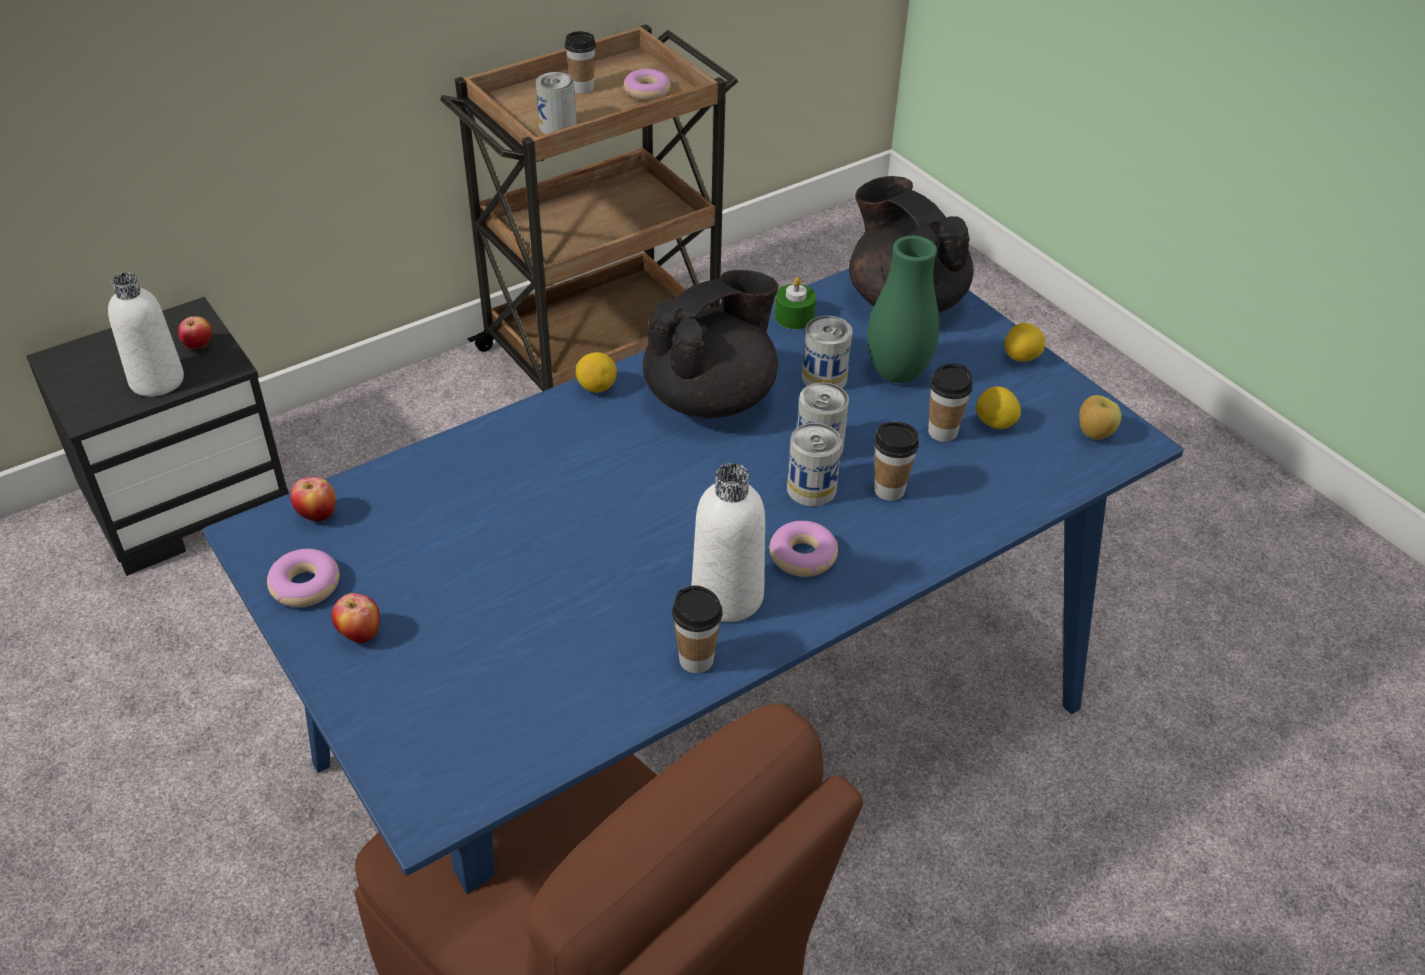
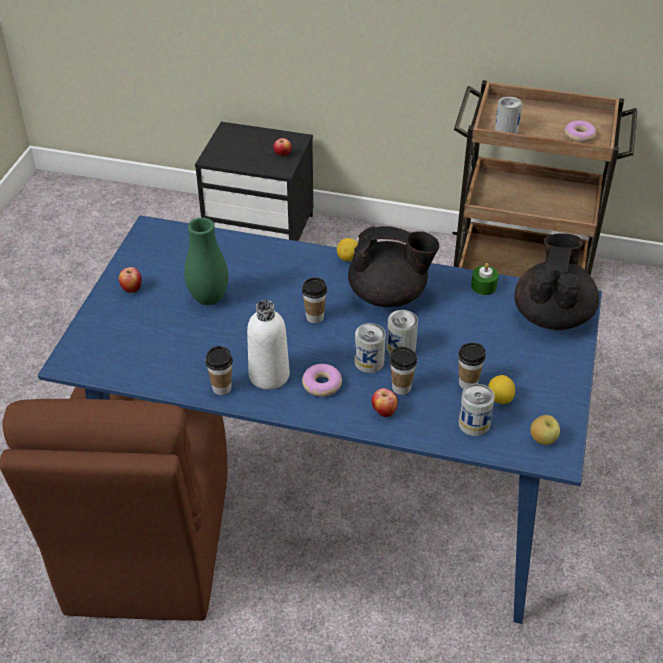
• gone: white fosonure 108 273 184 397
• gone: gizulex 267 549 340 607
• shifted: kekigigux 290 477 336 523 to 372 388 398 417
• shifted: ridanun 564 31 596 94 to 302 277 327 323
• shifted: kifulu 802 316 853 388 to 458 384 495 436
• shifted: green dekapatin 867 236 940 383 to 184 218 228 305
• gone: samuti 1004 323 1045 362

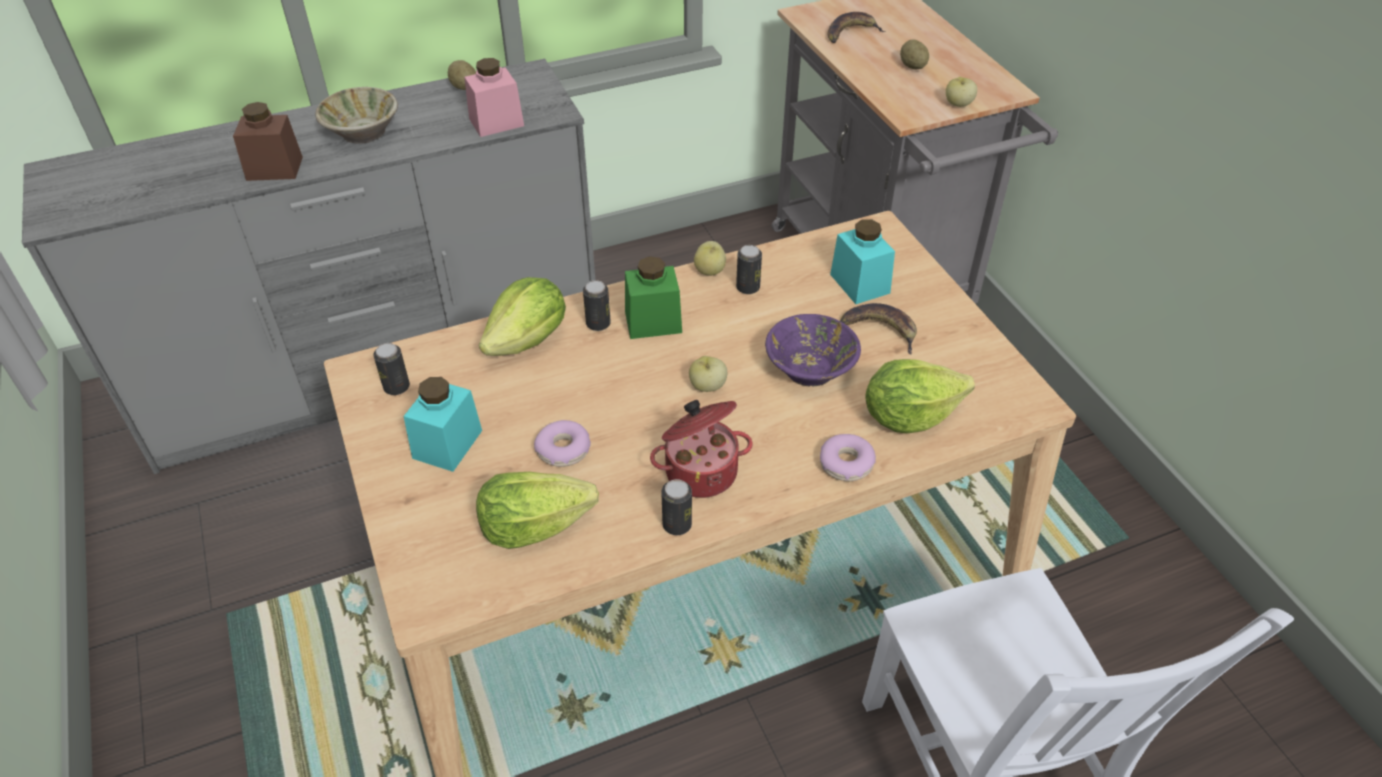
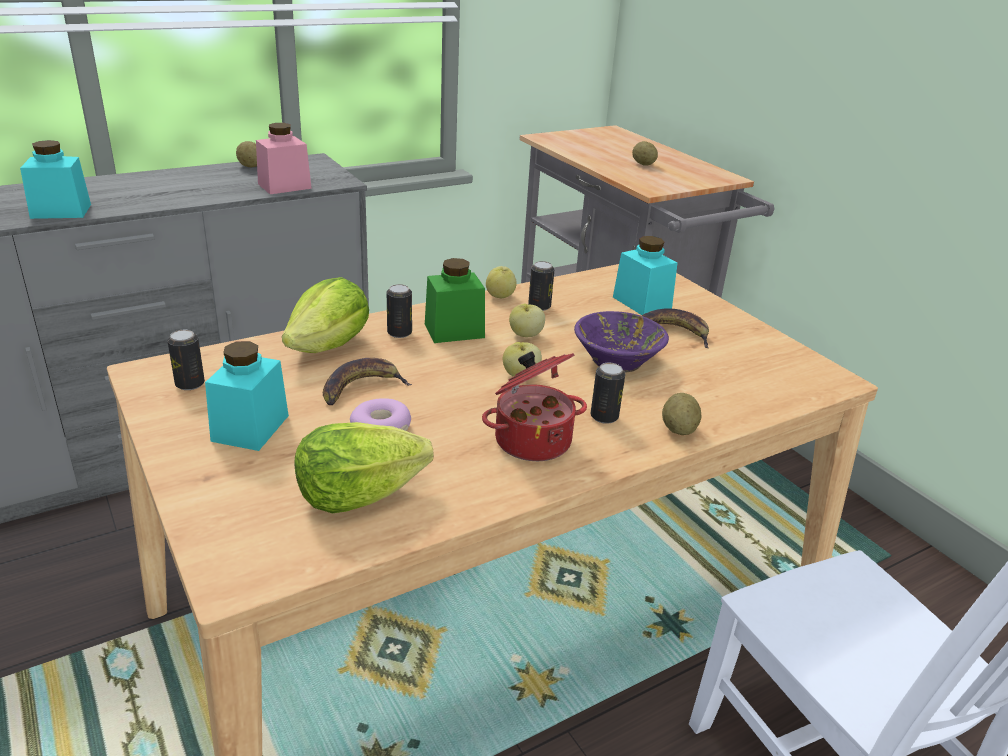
• repainted: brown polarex 233 102 303 181 to turquoise polarex 20 140 91 219
• gone: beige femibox 315 87 398 144
• shifted: kifulu 661 479 692 535 to 591 363 625 424
• swapped: gizulex 820 434 876 481 to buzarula 662 393 702 435
• shifted: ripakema 828 12 886 43 to 323 358 412 405
• gone: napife 865 359 975 433
• shifted: kekigigux 946 77 977 107 to 509 304 545 337

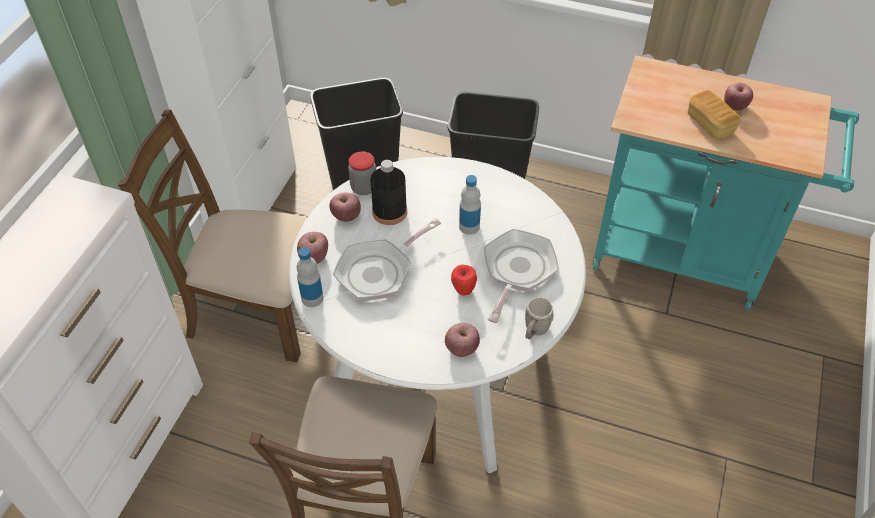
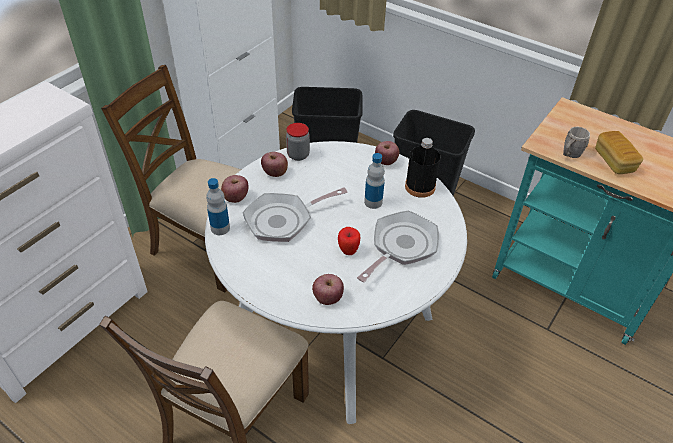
• shifted: black fosonure 370 160 407 225 to 405 138 440 198
• shifted: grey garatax 525 297 554 340 to 563 127 590 158
• shifted: kekigigux 724 83 753 111 to 375 141 399 165

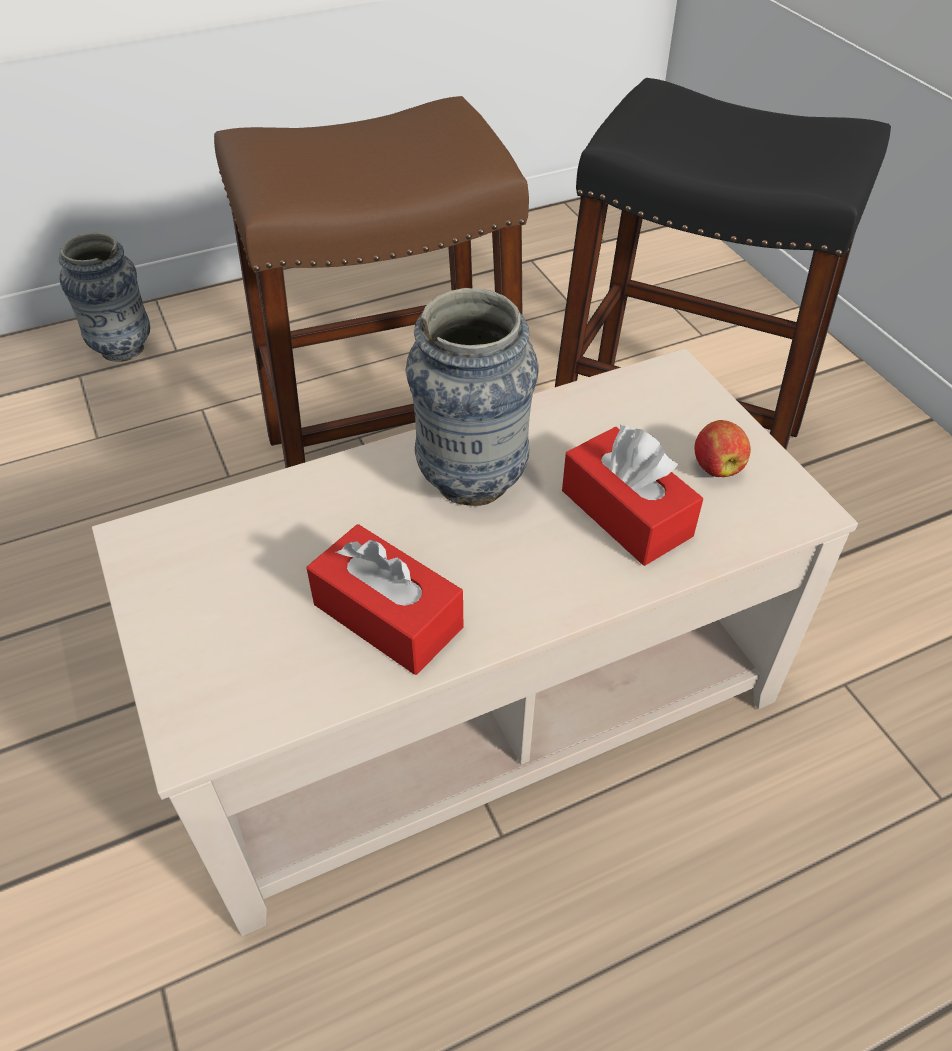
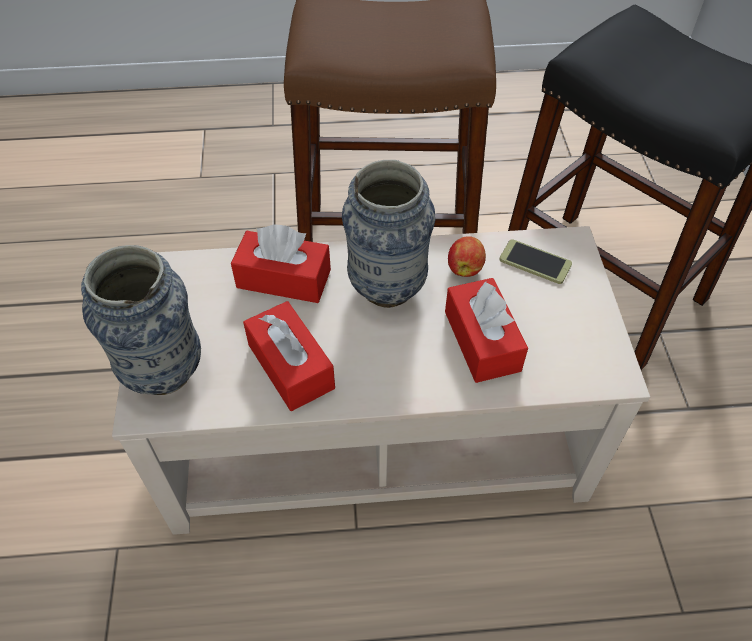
• shifted: dekapatin 59 233 150 362 to 81 245 201 395
• shifted: kekigigux 694 420 751 477 to 448 236 486 277
• new: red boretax 231 224 331 303
• new: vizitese 499 239 572 284

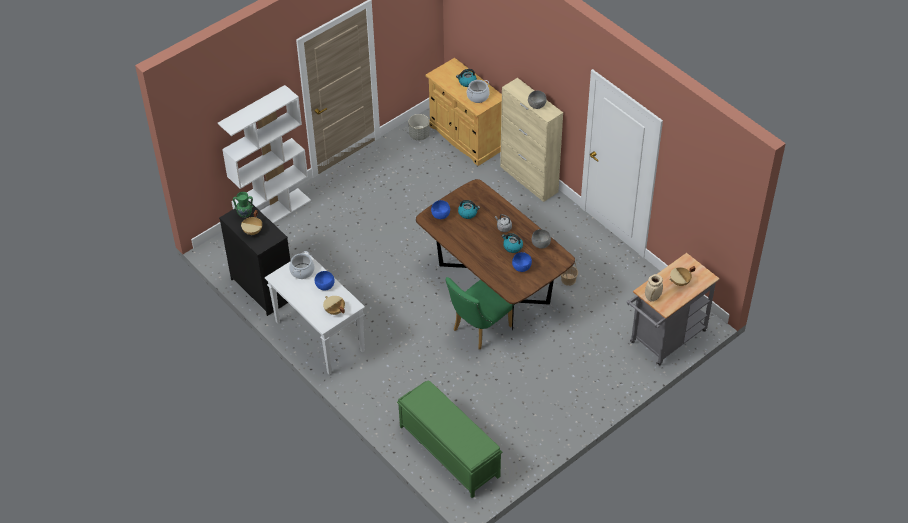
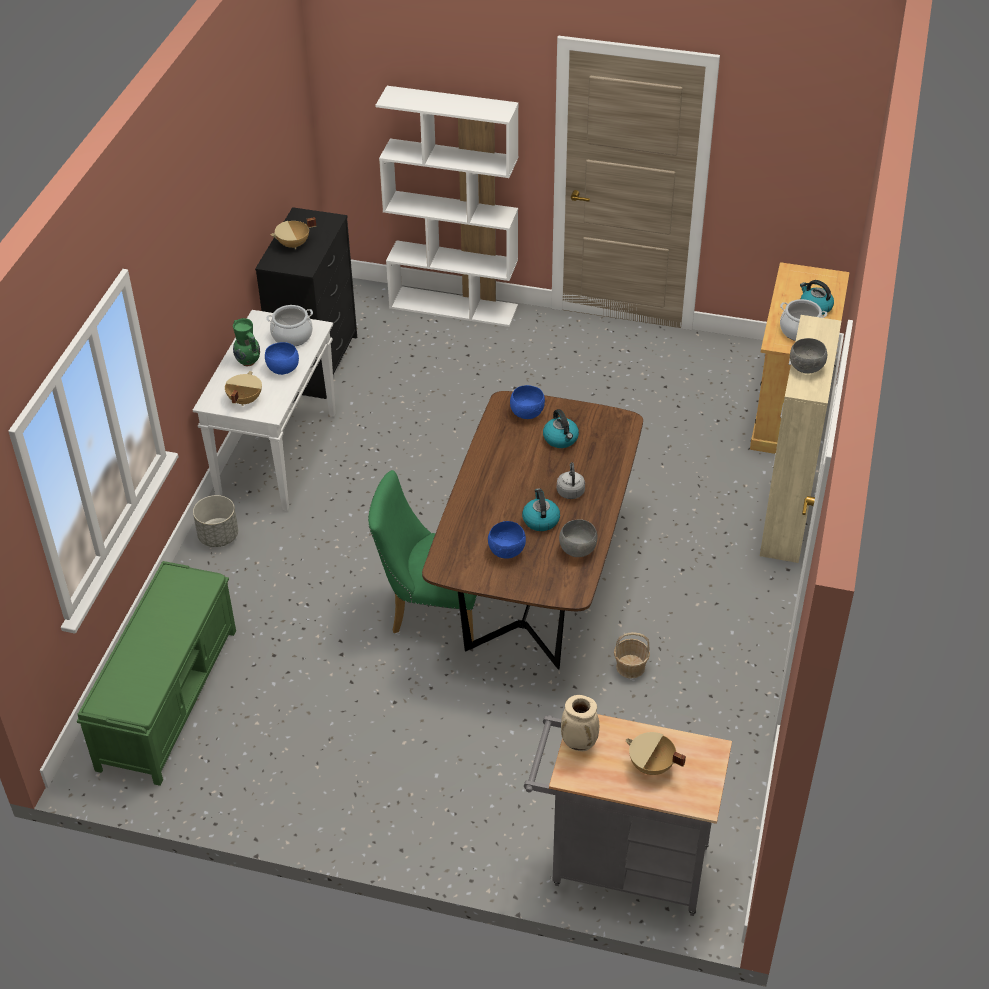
• shifted: green dekapatin 233 192 253 218 to 233 318 260 366
• shifted: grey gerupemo 408 114 430 140 to 193 495 238 547

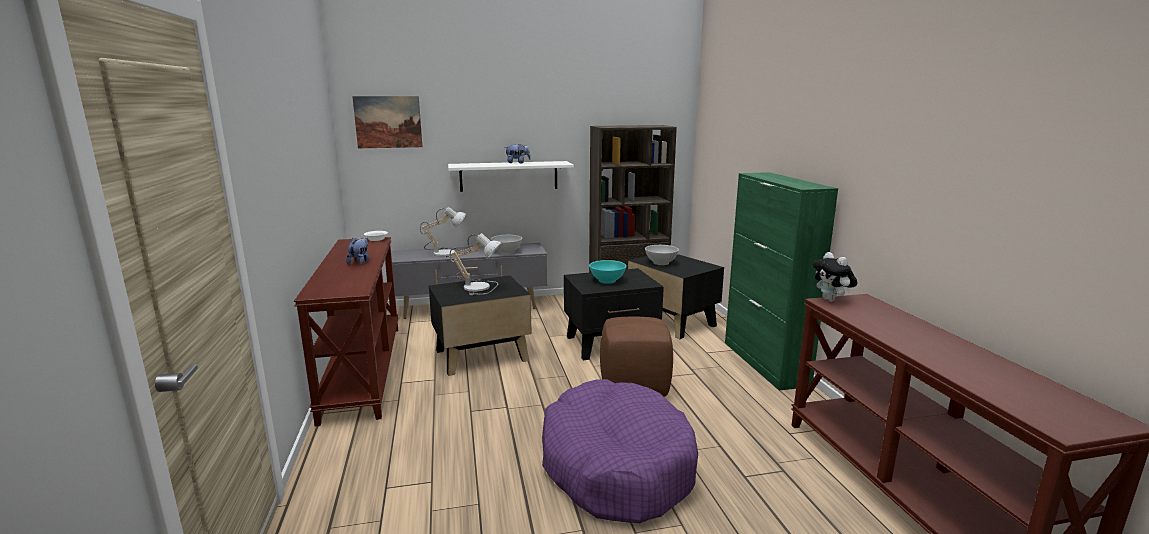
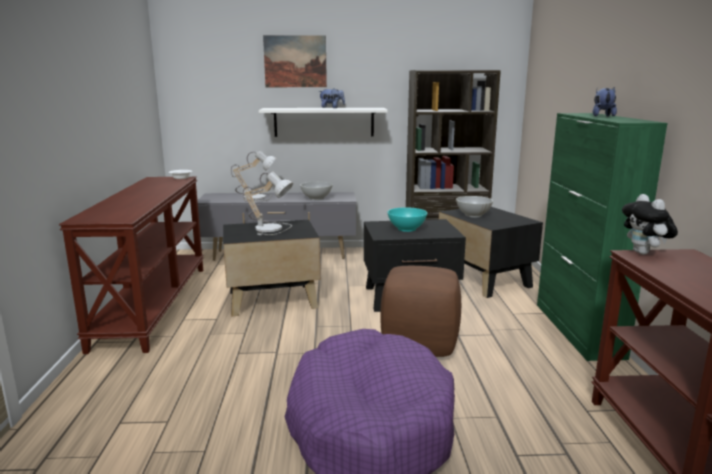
• shifted: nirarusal 346 238 369 265 to 593 87 617 116
• shifted: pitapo 352 96 423 148 to 263 35 327 87

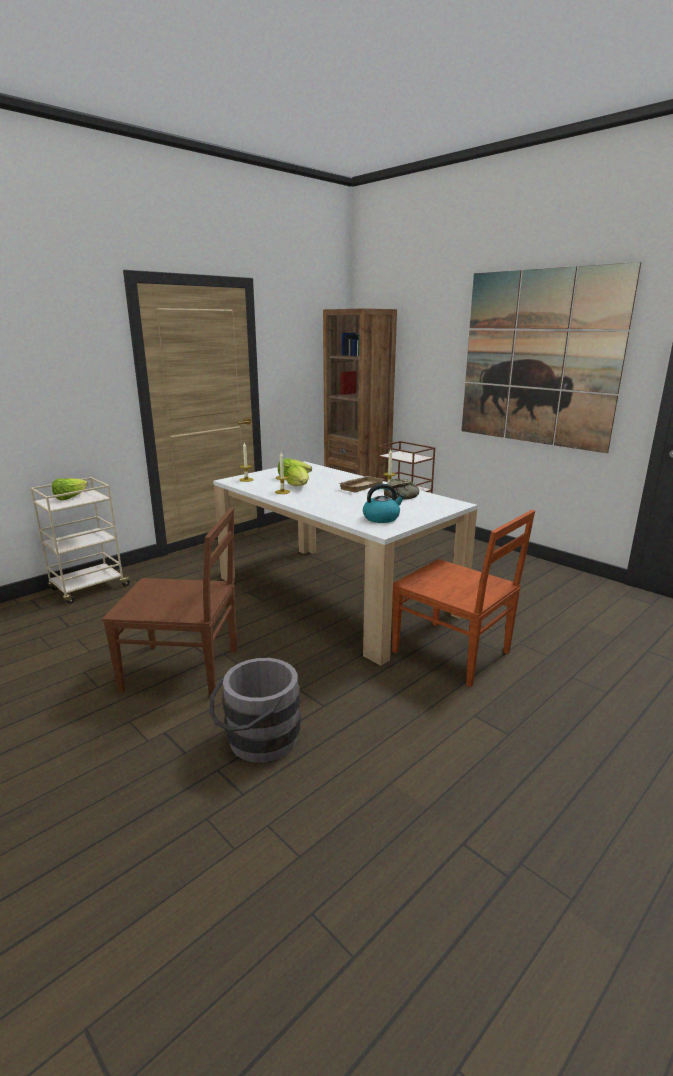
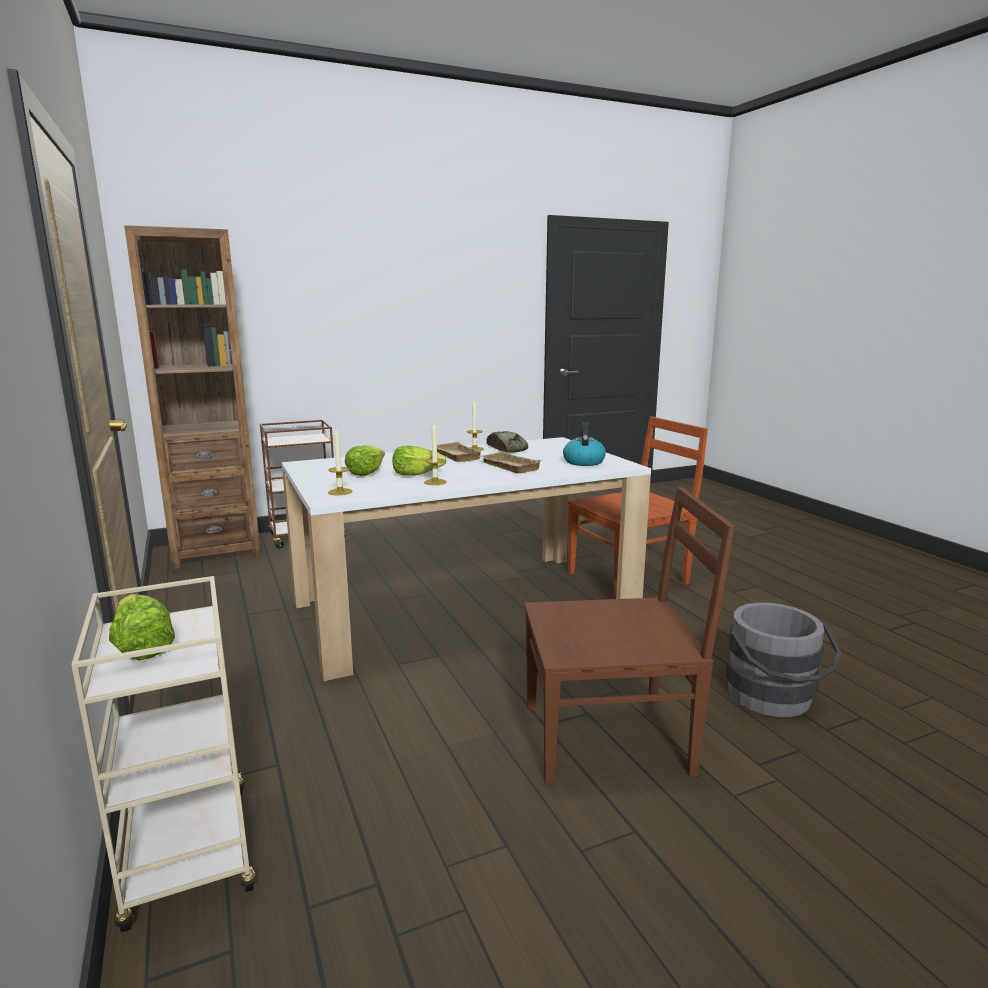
• rotated: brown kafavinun 102 507 237 697 = 524 487 735 785 60 degrees clockwise
• gone: pitapo 461 262 641 453
• new: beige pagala 478 451 542 473

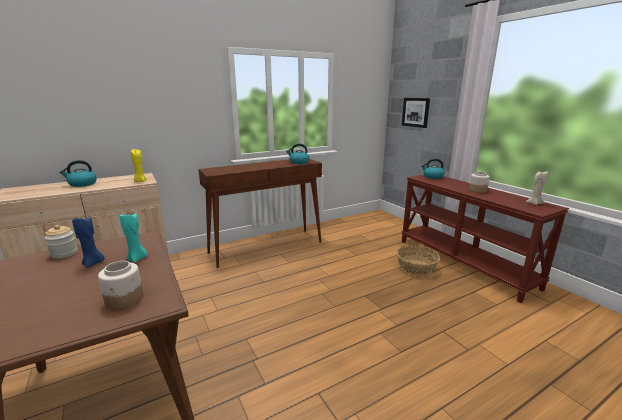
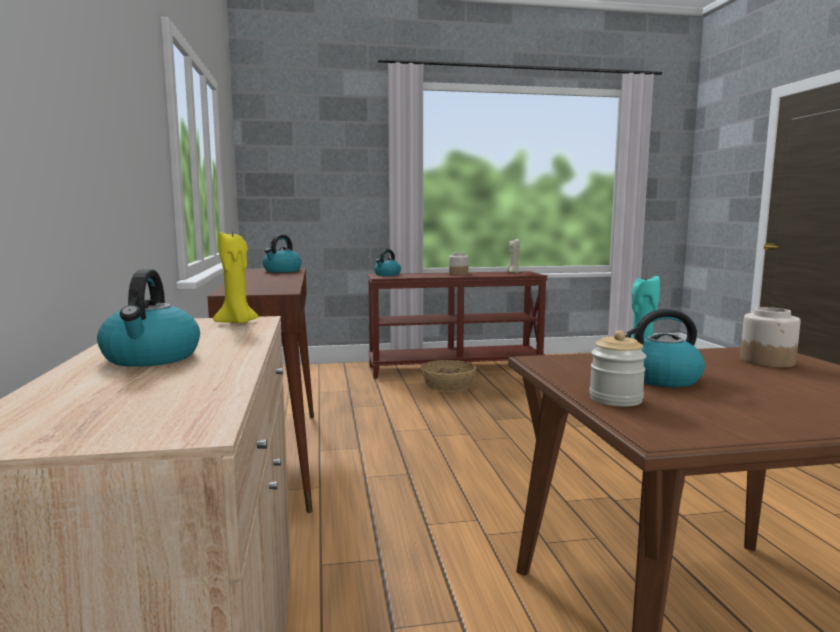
• swapped: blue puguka 72 217 105 268 to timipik 624 309 705 387
• gone: pitapo 402 98 430 128

